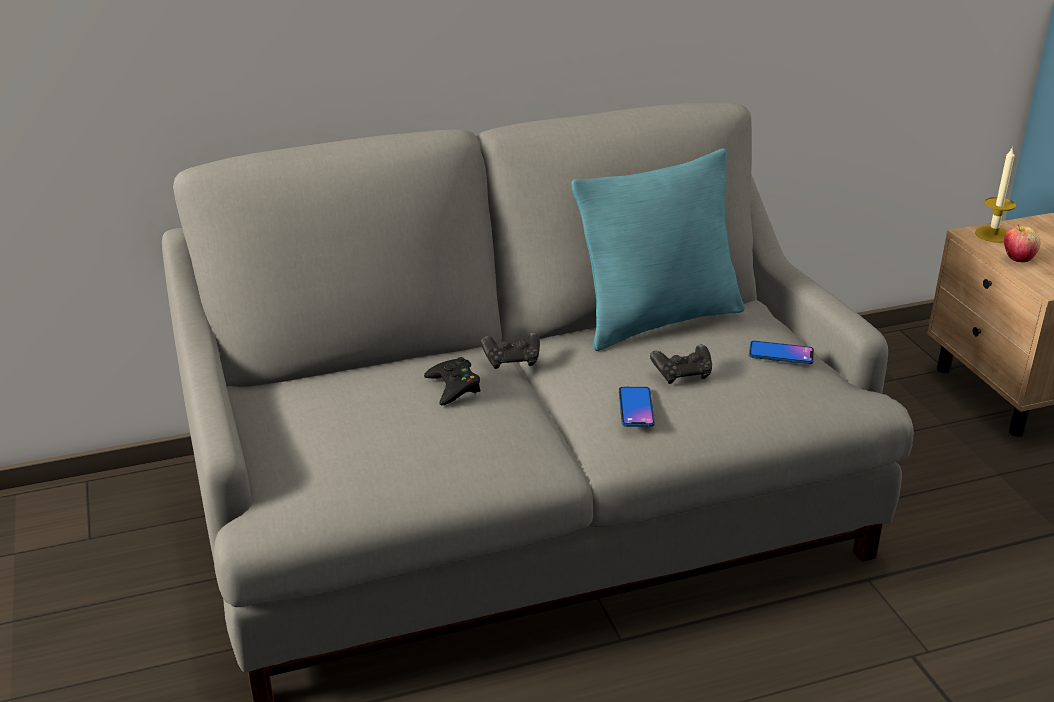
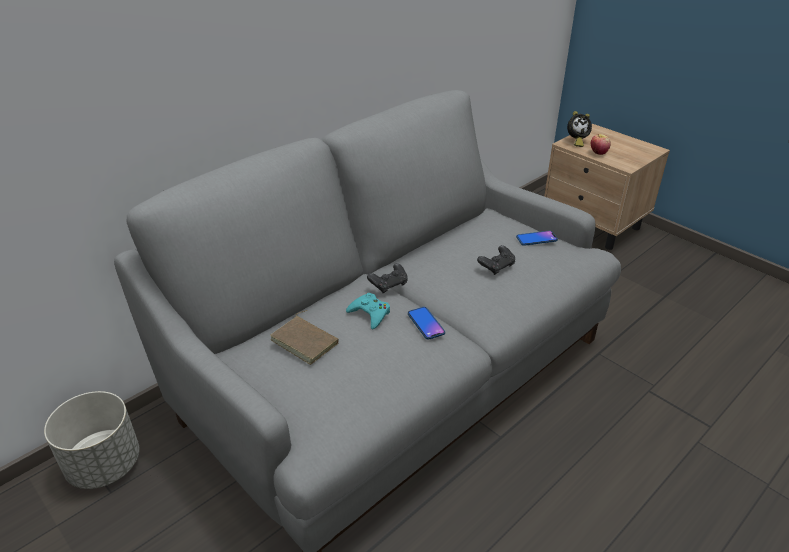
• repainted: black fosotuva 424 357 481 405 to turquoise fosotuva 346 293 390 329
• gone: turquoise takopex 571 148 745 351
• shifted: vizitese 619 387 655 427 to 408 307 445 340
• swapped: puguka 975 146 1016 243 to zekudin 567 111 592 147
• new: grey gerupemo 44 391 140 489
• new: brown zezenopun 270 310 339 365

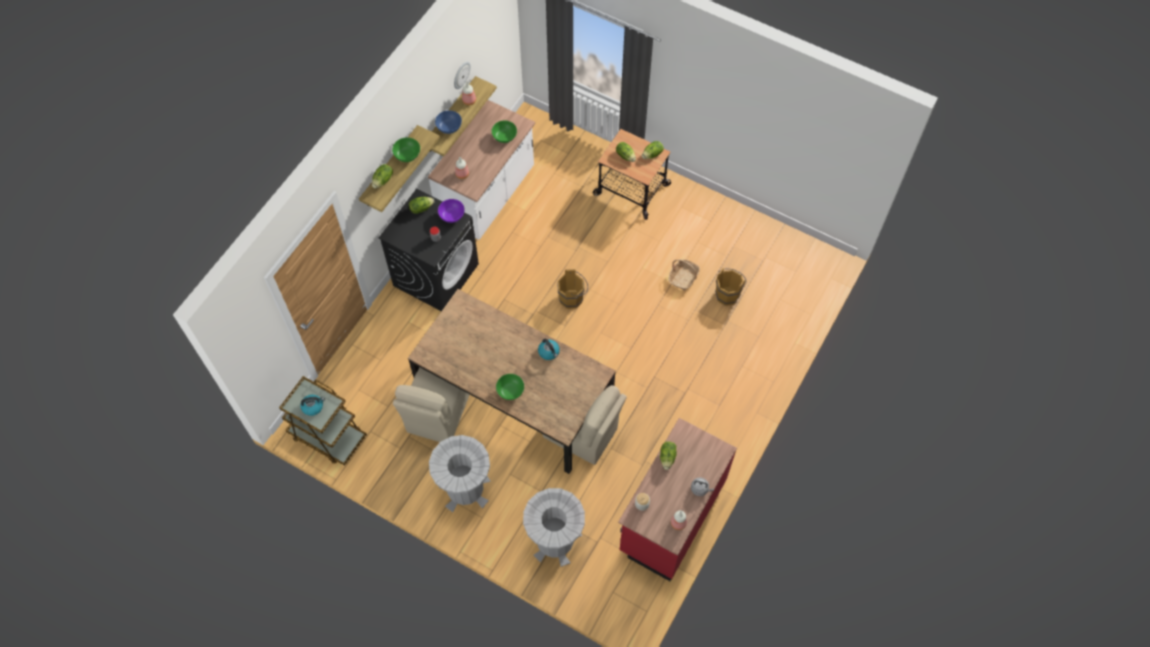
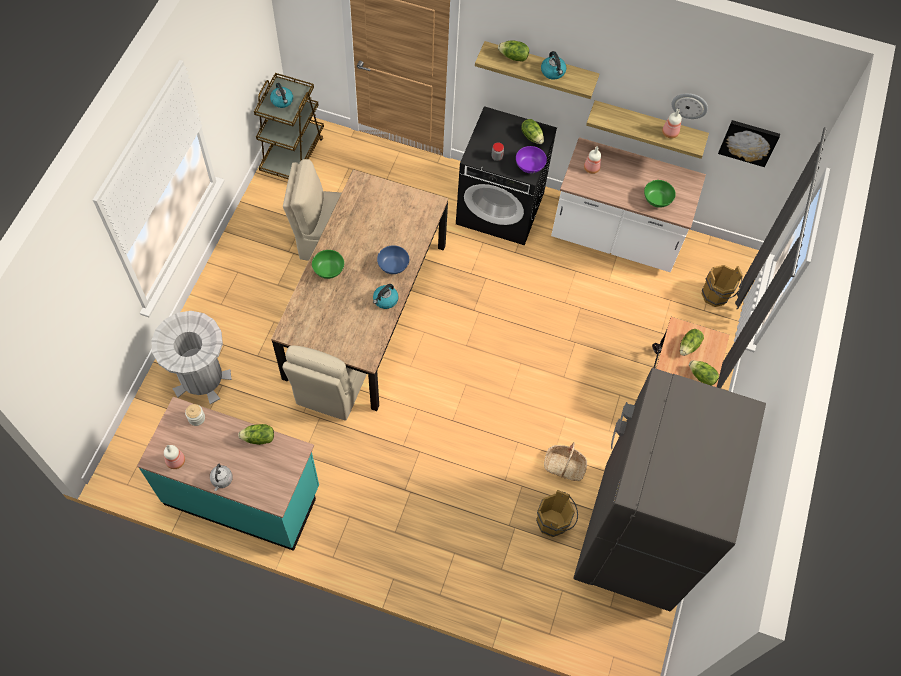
• swapped: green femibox 392 137 420 162 to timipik 541 51 566 80
• gone: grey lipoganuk 429 435 491 512
• shifted: blue femibox 435 110 462 134 to 377 245 409 274
• shifted: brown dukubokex 557 269 588 309 to 702 265 743 307
• repainted: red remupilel 618 418 737 581 to turquoise remupilel 137 397 319 551
• new: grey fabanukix 573 368 766 612
• new: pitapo 718 120 780 167

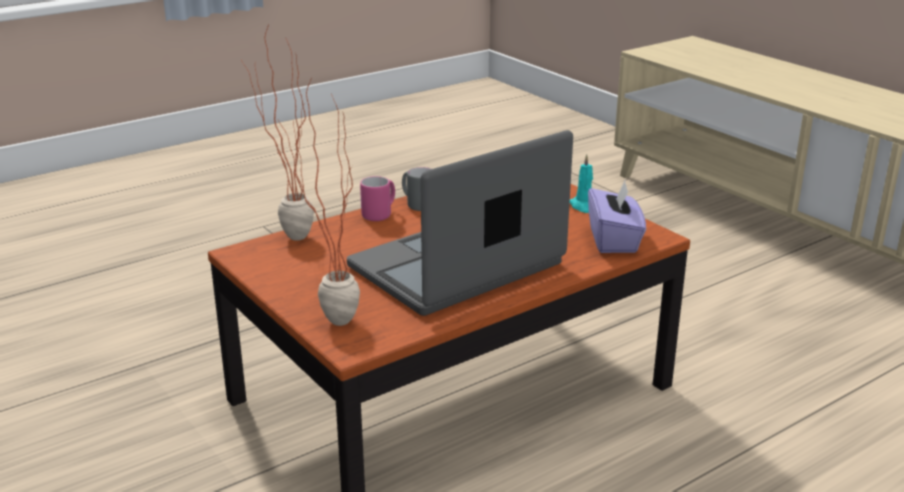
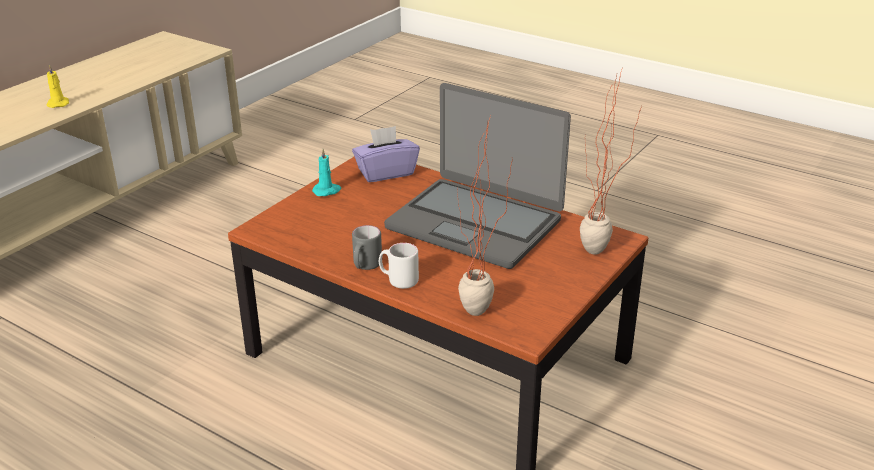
• repainted: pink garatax 360 176 395 221 to white garatax 379 243 419 289
• new: yellow puguka 47 64 69 108

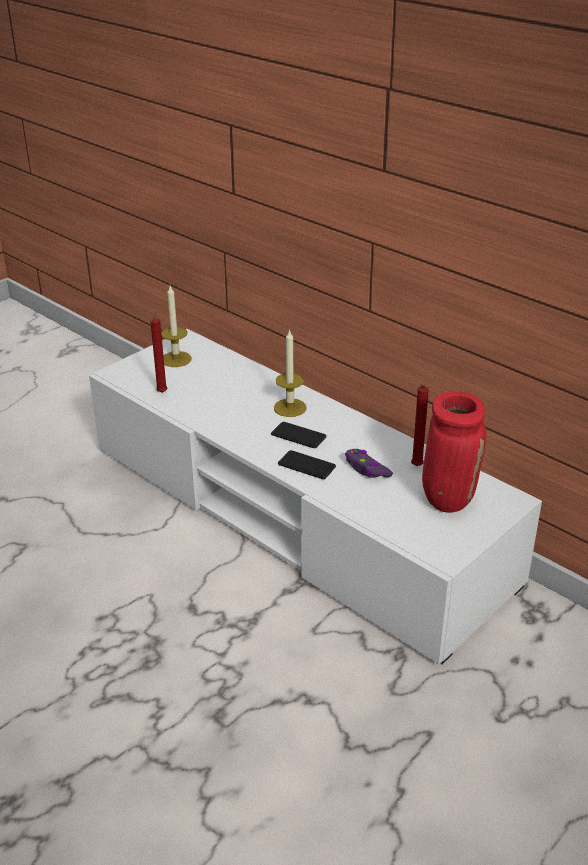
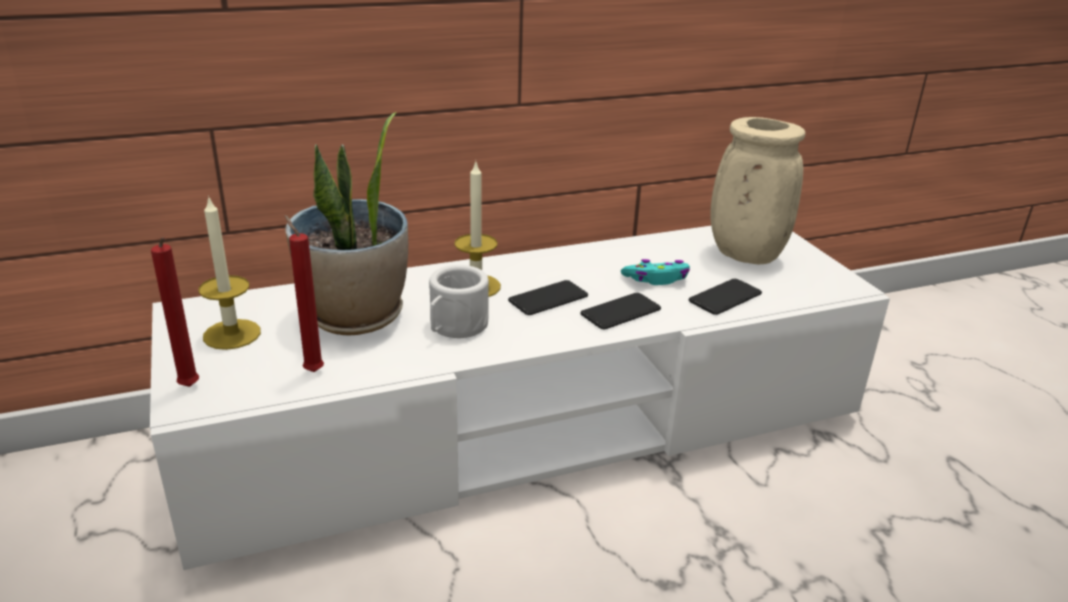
• repainted: purple fosotuva 345 449 393 478 to turquoise fosotuva 621 259 690 285
• shifted: red puguka 411 384 429 466 to 151 237 199 387
• repainted: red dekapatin 422 391 486 513 to beige dekapatin 710 117 805 264
• new: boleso 285 112 408 336
• new: white garatax 429 265 489 338
• new: vizitese 689 279 762 315

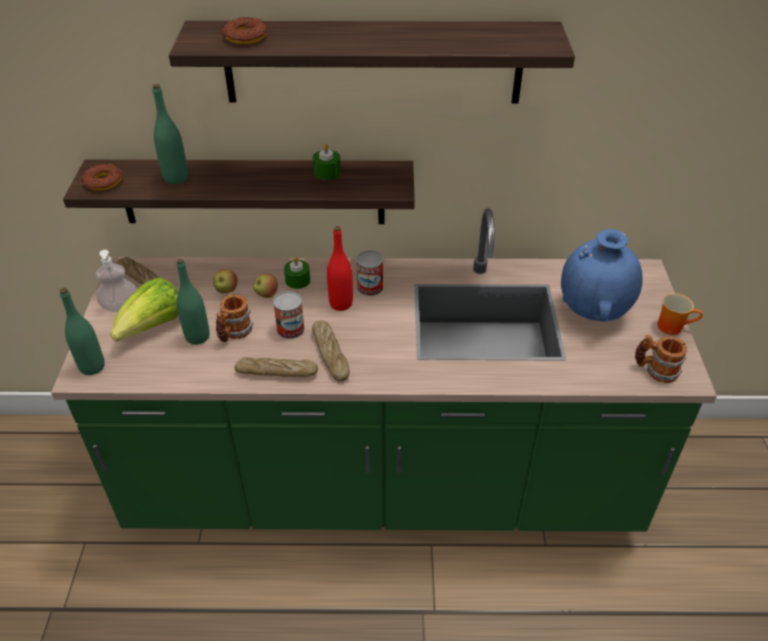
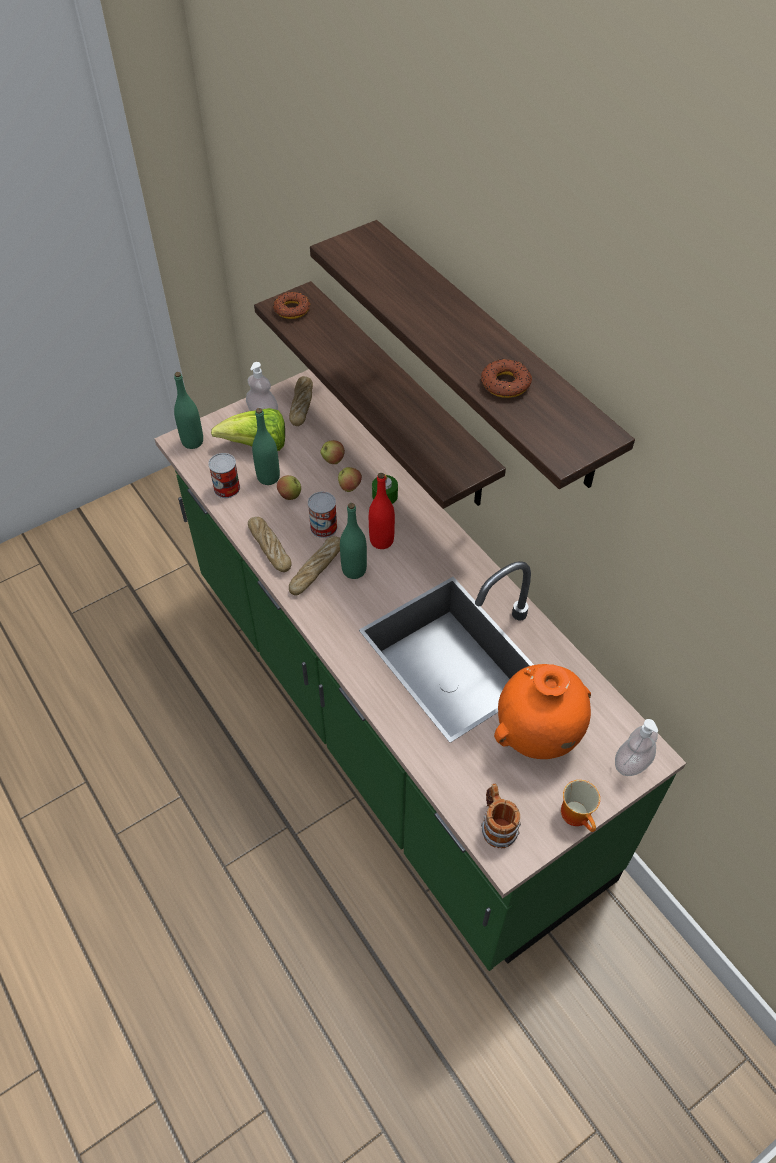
• shifted: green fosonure 152 84 188 184 to 340 503 367 579
• swapped: garatax 216 294 253 343 to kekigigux 277 475 301 500
• shifted: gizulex 222 17 268 44 to 481 359 532 398
• gone: green puguka 313 143 341 180
• shifted: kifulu 356 251 383 296 to 208 453 240 498
• repainted: blue dekapatin 561 229 643 322 to orange dekapatin 494 664 591 759
• new: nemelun 615 719 658 776

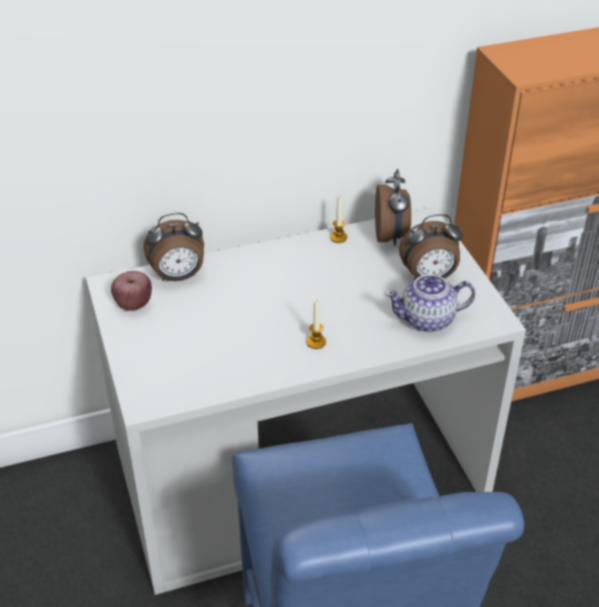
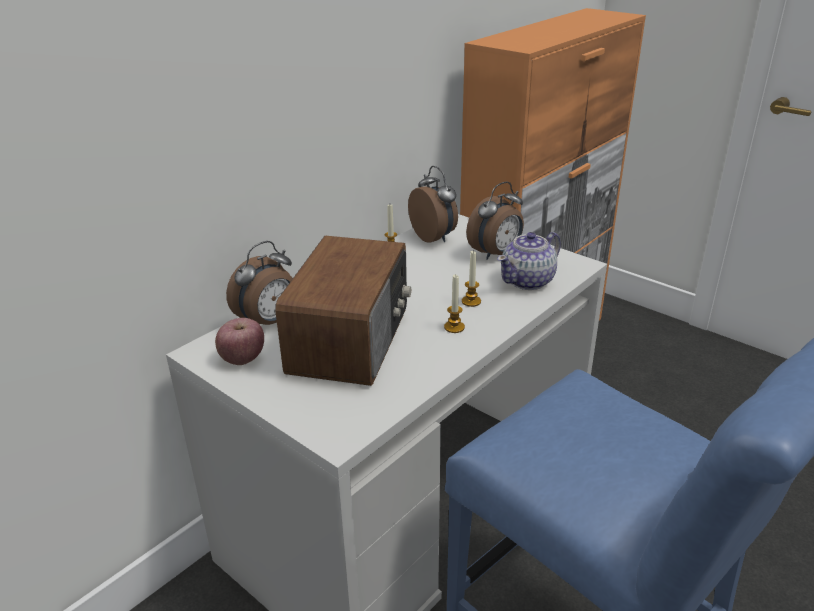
• new: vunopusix 275 236 411 386
• new: puguka 462 250 481 307

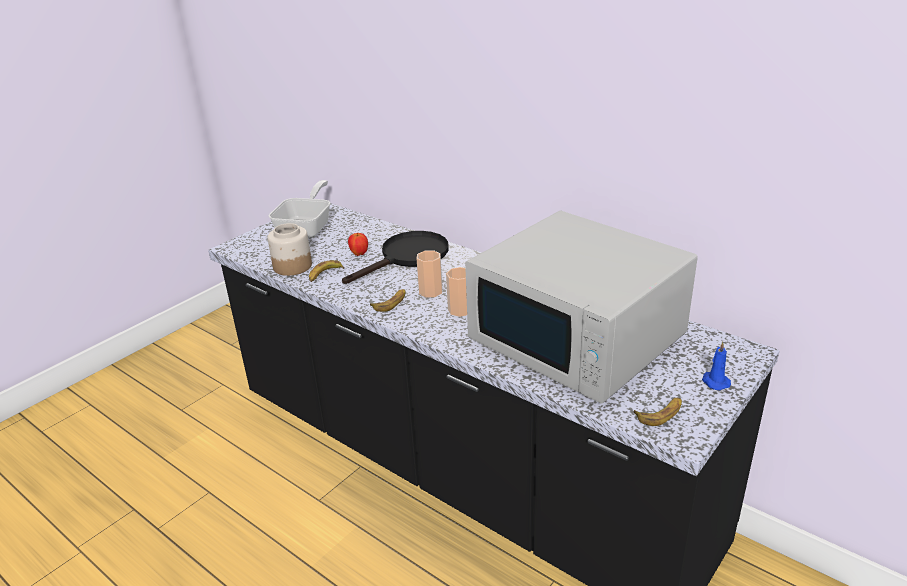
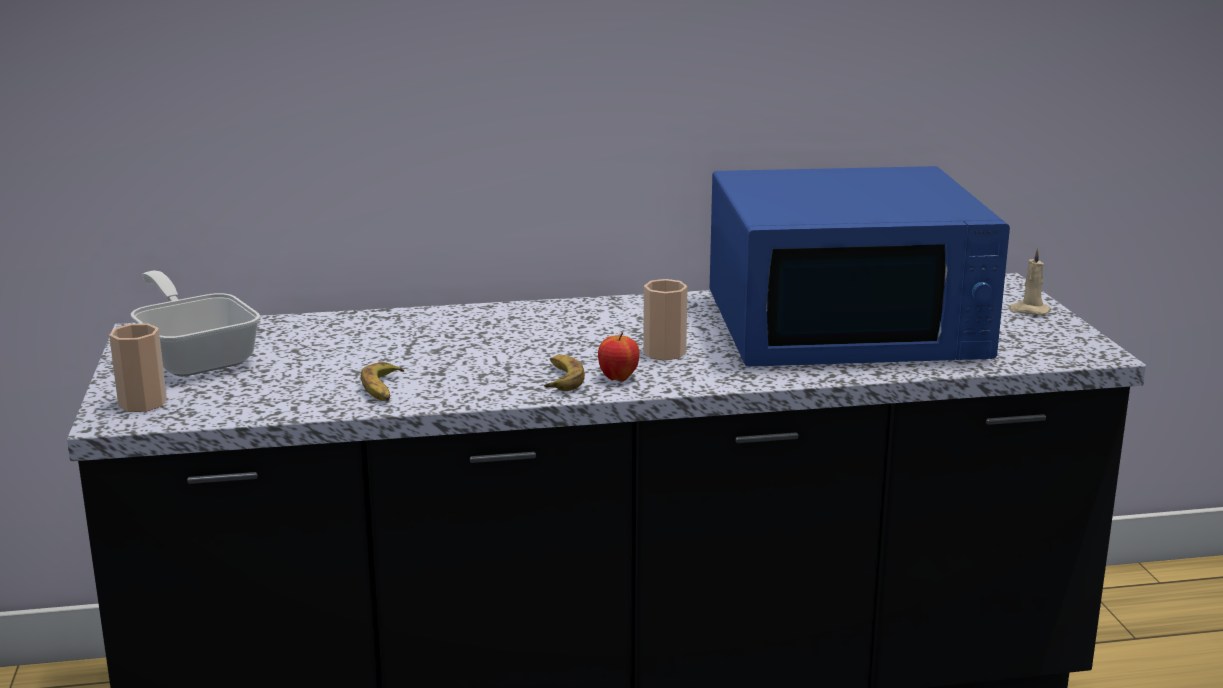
• gone: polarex 267 223 312 276
• gone: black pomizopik 342 231 449 284
• shifted: kekigigux 348 233 368 256 to 598 333 639 382
• shifted: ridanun 416 250 442 297 to 109 323 167 412
• repainted: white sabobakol 465 211 698 404 to blue sabobakol 710 166 1010 367
• gone: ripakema 634 398 682 426
• repainted: blue puguka 702 342 731 390 to beige puguka 1008 248 1050 315

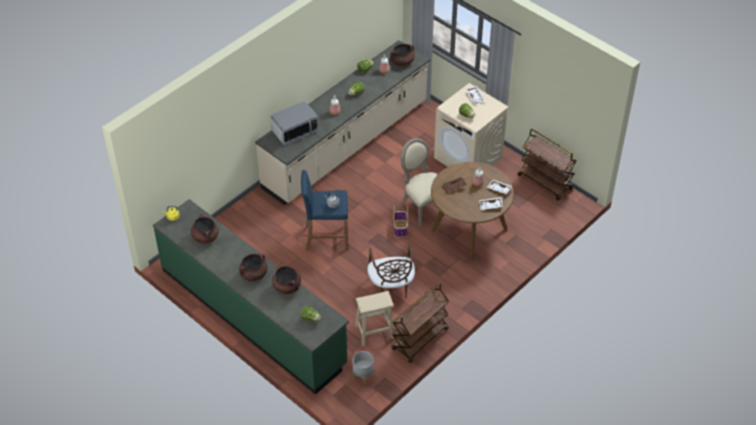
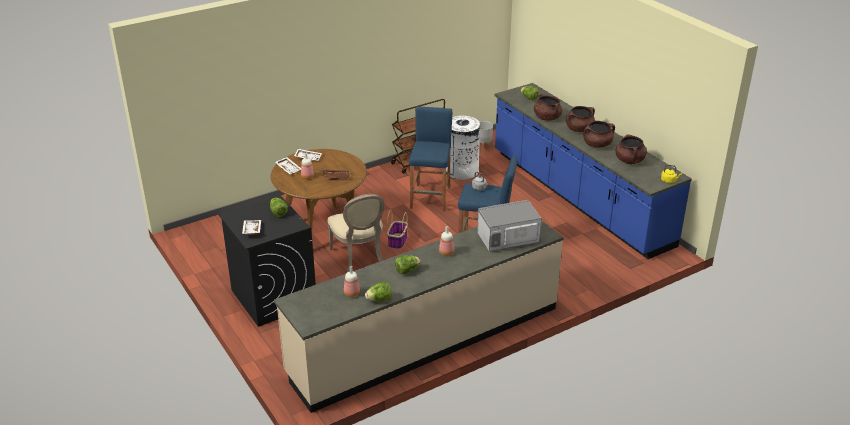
• repainted: green remupilel 153 199 349 395 to blue remupilel 495 83 692 259
• swapped: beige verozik 356 291 394 346 to white lipoganuk 446 116 480 180
• swapped: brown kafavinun 367 243 415 298 to blue verozik 409 106 452 211
• shifted: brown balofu 390 43 415 66 to 583 121 615 148
• repainted: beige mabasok 434 83 508 167 to black mabasok 219 196 316 327
• gone: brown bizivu 518 129 577 201

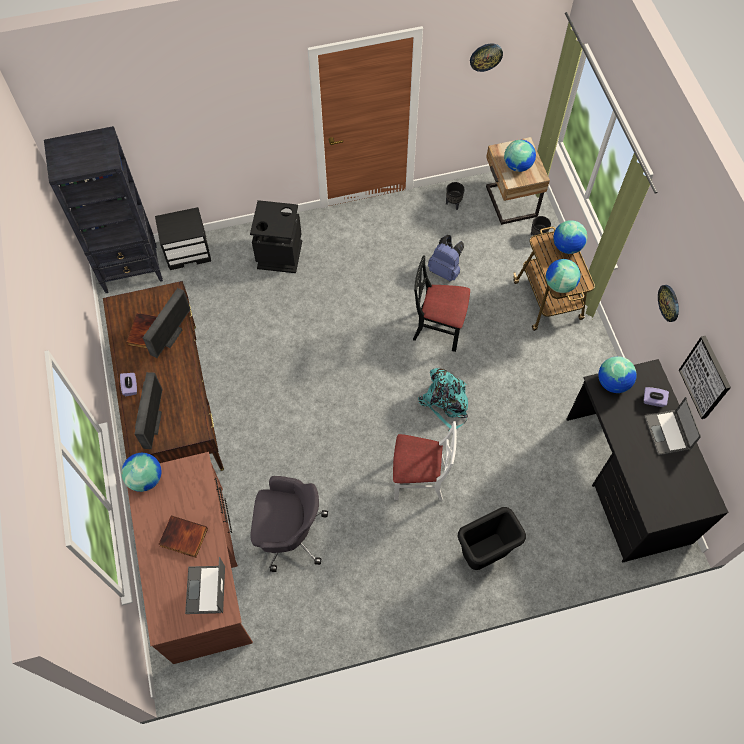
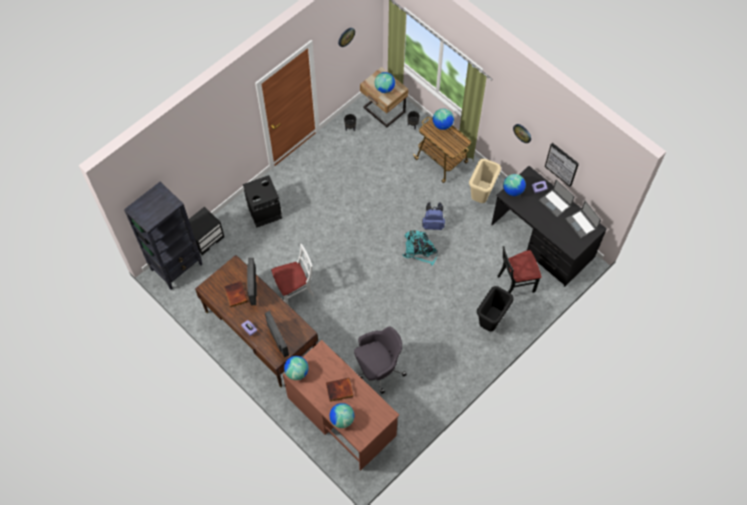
• shifted: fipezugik 185 557 225 614 to 565 201 601 238
• shifted: white kafavinun 393 421 457 501 to 271 244 314 305
• shifted: black kafavinun 413 255 470 352 to 497 246 542 293
• shifted: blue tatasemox 428 235 464 282 to 422 202 445 230
• shifted: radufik 546 259 581 293 to 330 403 354 428
• new: beige lipoganuk 469 159 501 203

